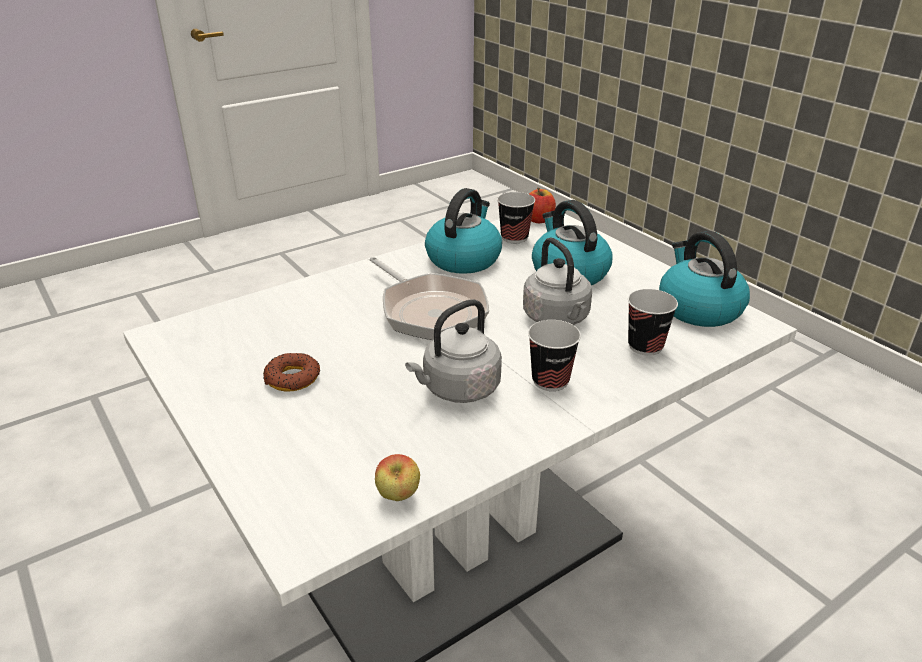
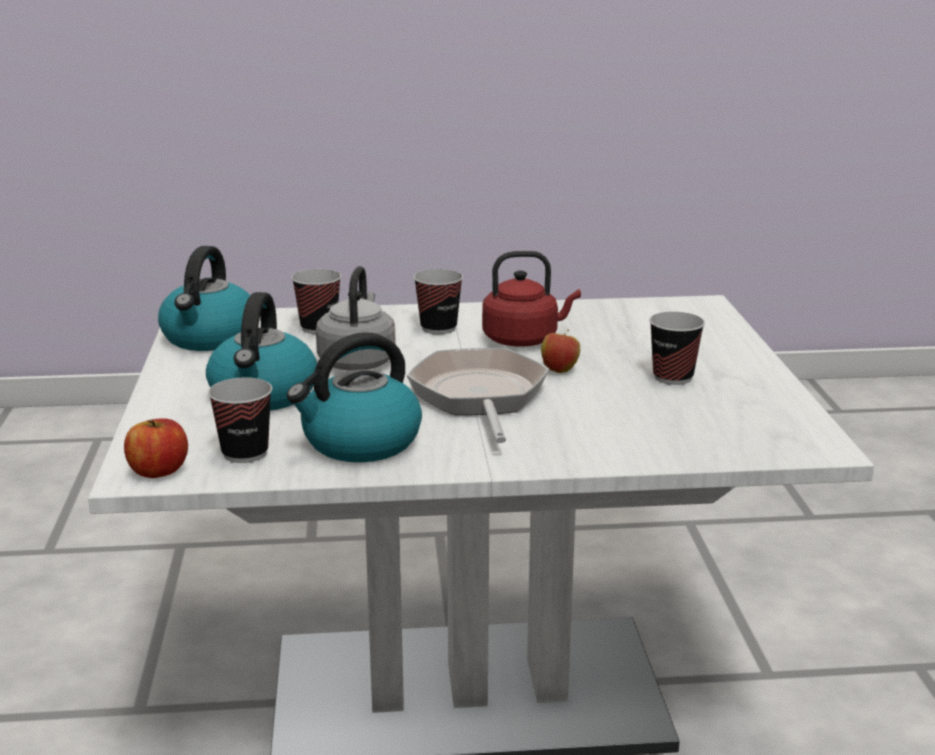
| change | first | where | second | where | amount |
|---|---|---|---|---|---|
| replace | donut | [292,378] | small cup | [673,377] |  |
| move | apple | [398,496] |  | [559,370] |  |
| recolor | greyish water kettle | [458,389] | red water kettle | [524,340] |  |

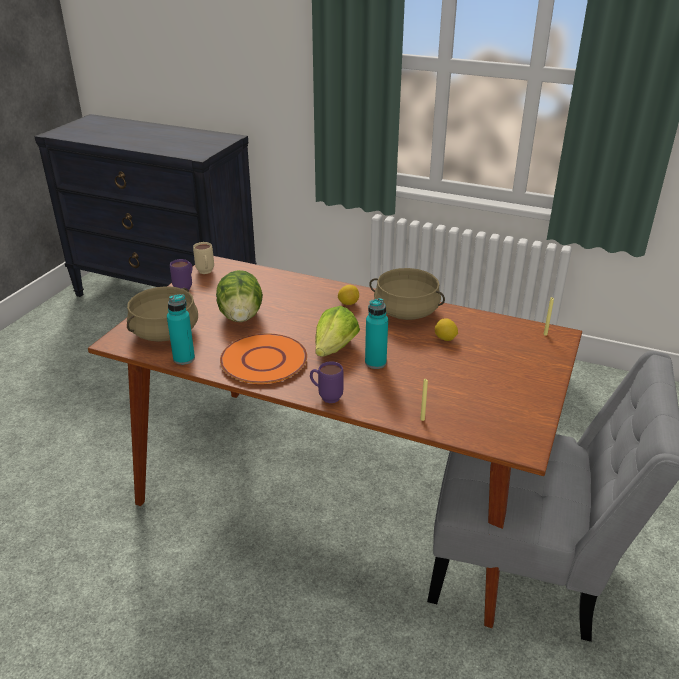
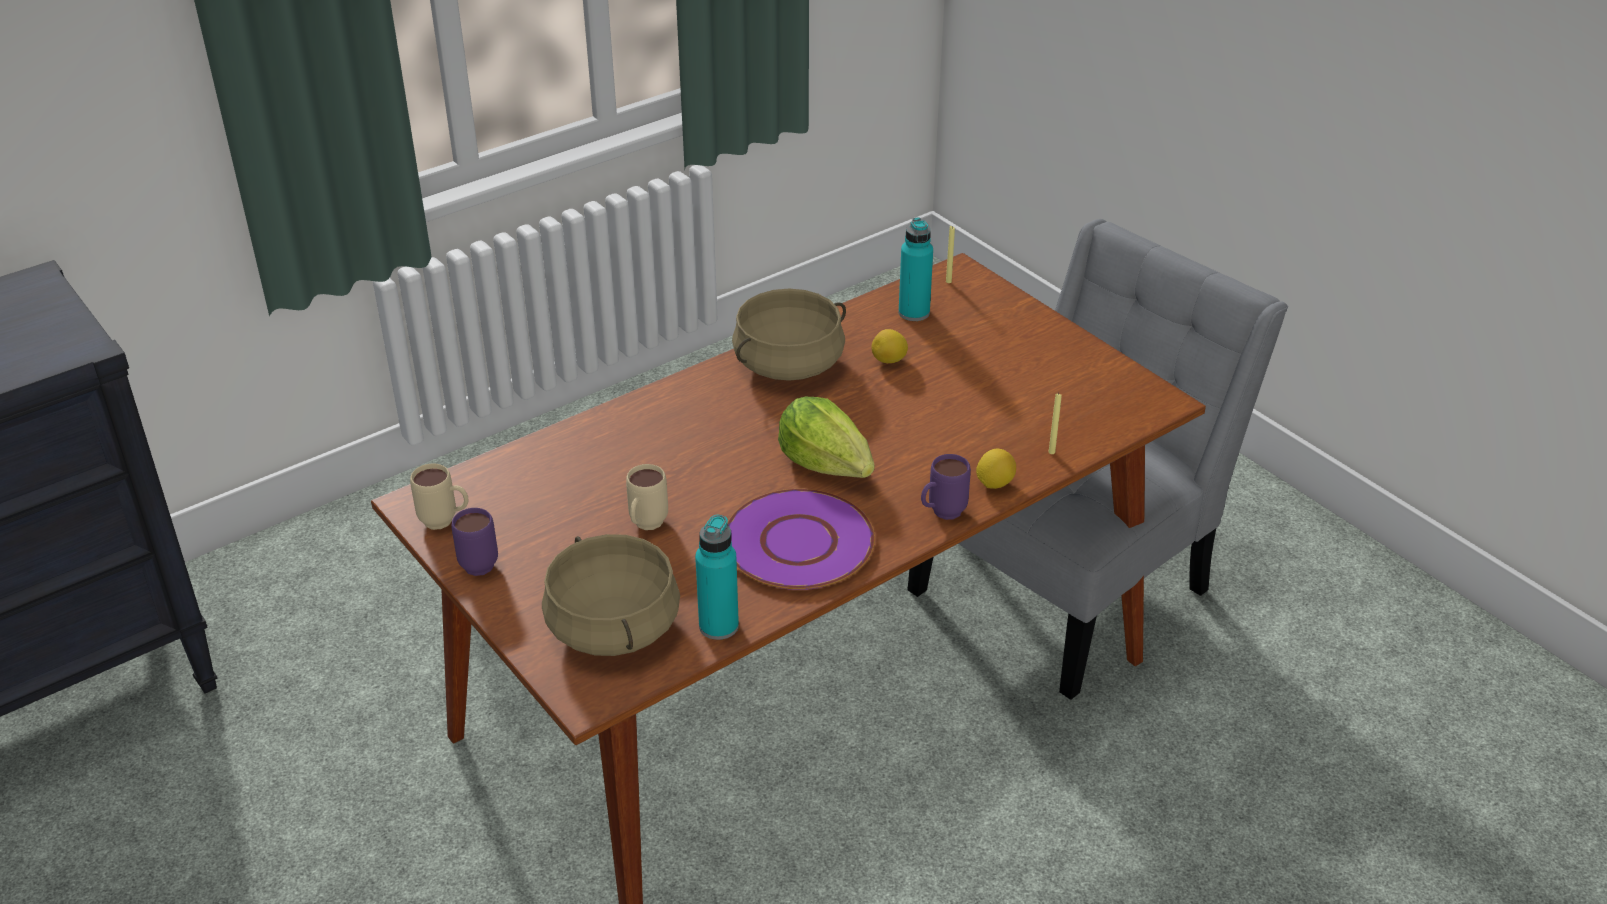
| change | first | where | second | where | amount |
|---|---|---|---|---|---|
| replace | lettuce | [241,317] | beige mug | [645,527] |  |
| recolor | orange flat dish | [263,360] | purple-coloured flat dish | [797,543] |  |
| move | lemon | [348,303] |  | [994,483] |  |
| move | turquoise drink bottle | [375,363] |  | [914,313] |  |

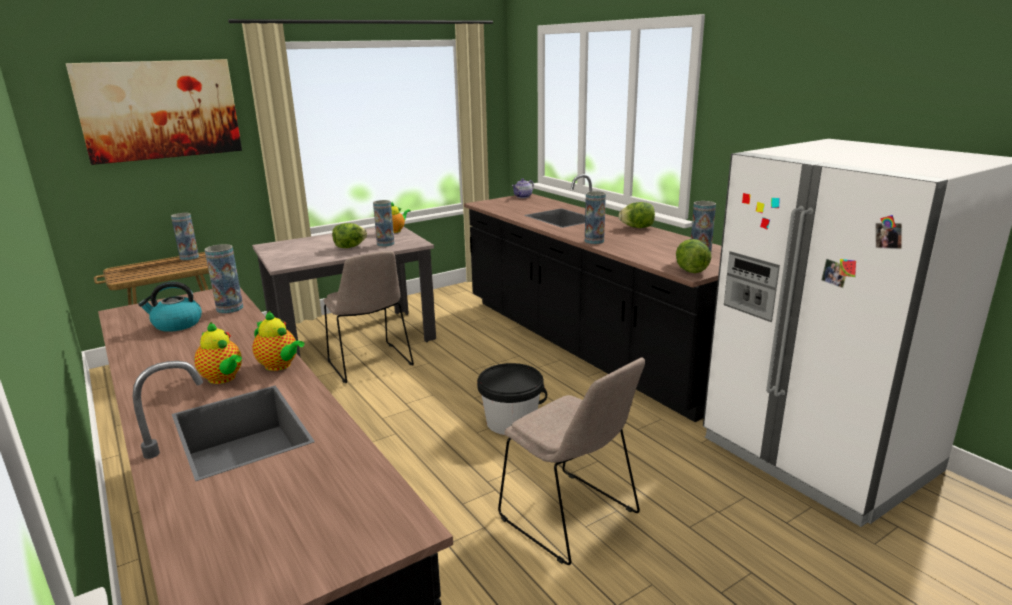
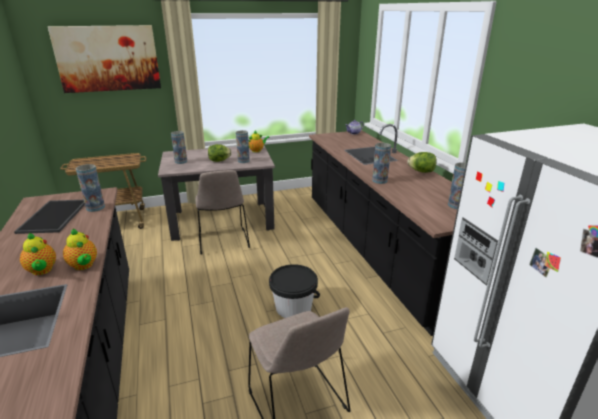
| change | first | where | second | where | amount |
|---|---|---|---|---|---|
| replace | water kettle | [176,324] | serving tray | [55,216] |  |
| move | vase | [189,257] |  | [181,161] |  |
| delete | lettuce | [690,270] |  |  |  |

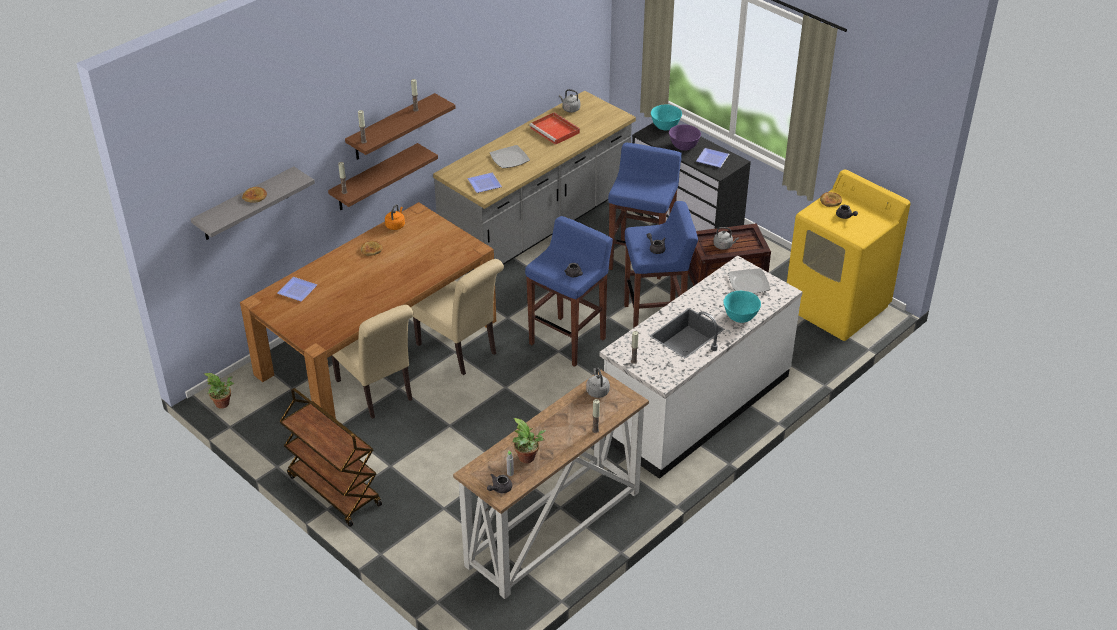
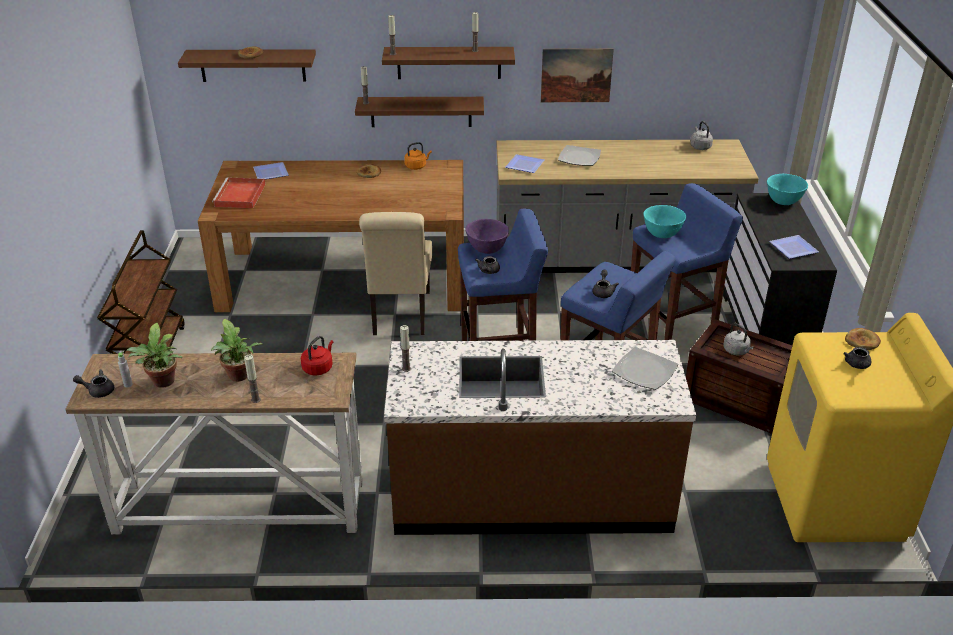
| change | first | where | second | where | amount |
|---|---|---|---|---|---|
| recolor | greyish shelf | [245,204] | brownish shelf | [252,65] |  |
| move | potted plant | [224,404] |  | [239,377] |  |
| delete | beige upright chair | [377,392] |  |  |  |
| move | red serving tray | [555,130] |  | [240,196] |  |
| recolor | greyish water kettle | [597,391] | red water kettle | [318,368] |  |
| recolor | white counter | [696,405] | brownish counter | [531,494] |  |
| move | purple-coloured serving bowl | [683,147] |  | [486,249] |  |
| move | turquoise serving bowl | [740,317] |  | [662,234] |  |
| insert |  |  | wall picture | [576,75] |  |

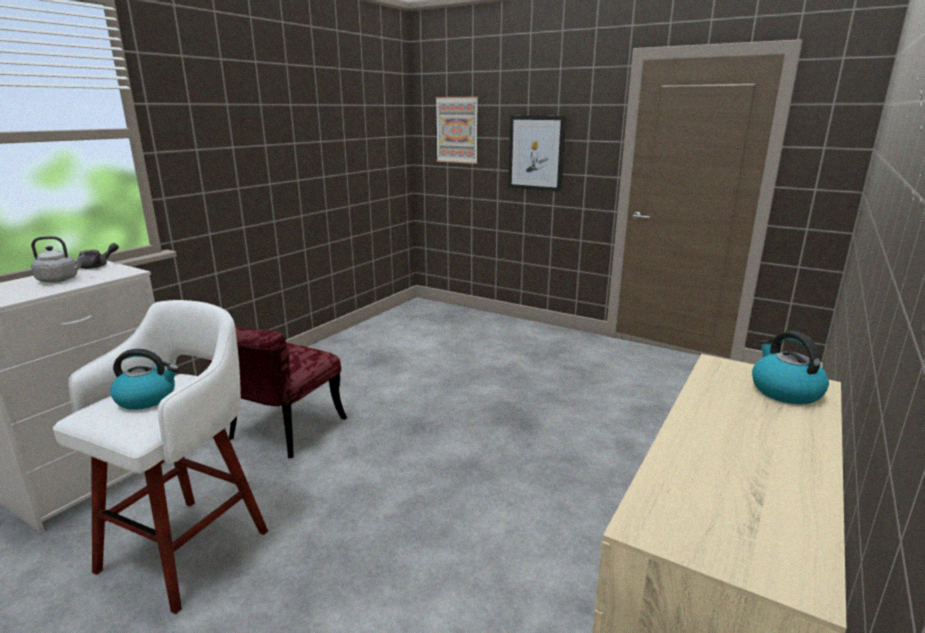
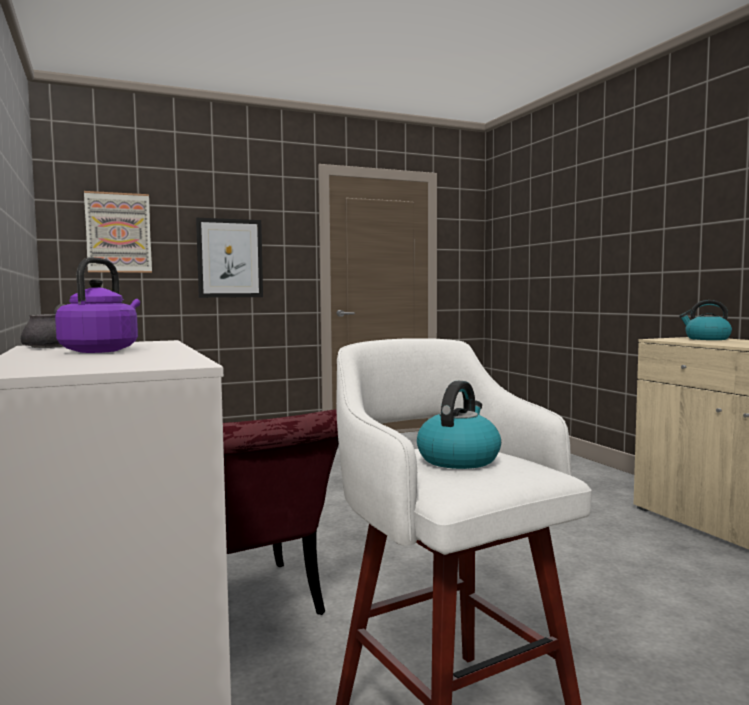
| change | first | where | second | where | amount |
|---|---|---|---|---|---|
| recolor | greyish water kettle | [60,280] | purple-coloured water kettle | [102,350] |  |

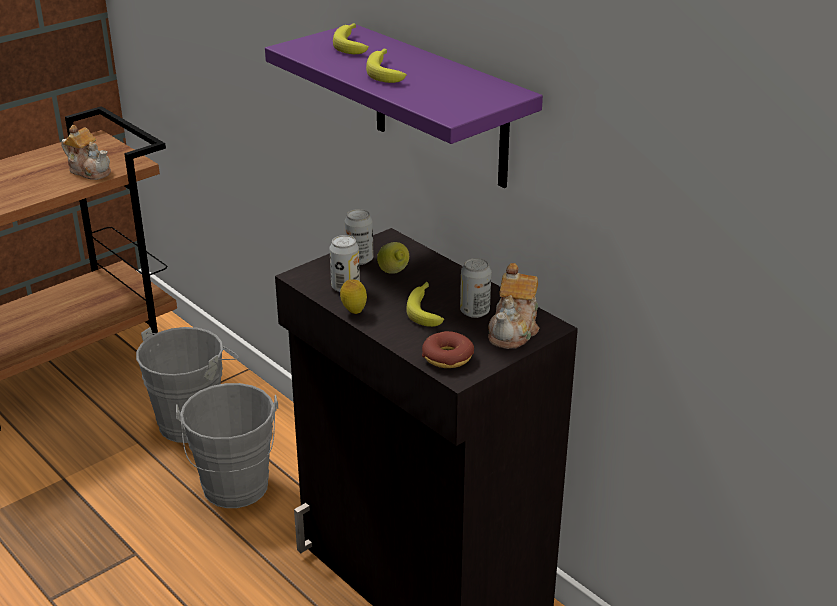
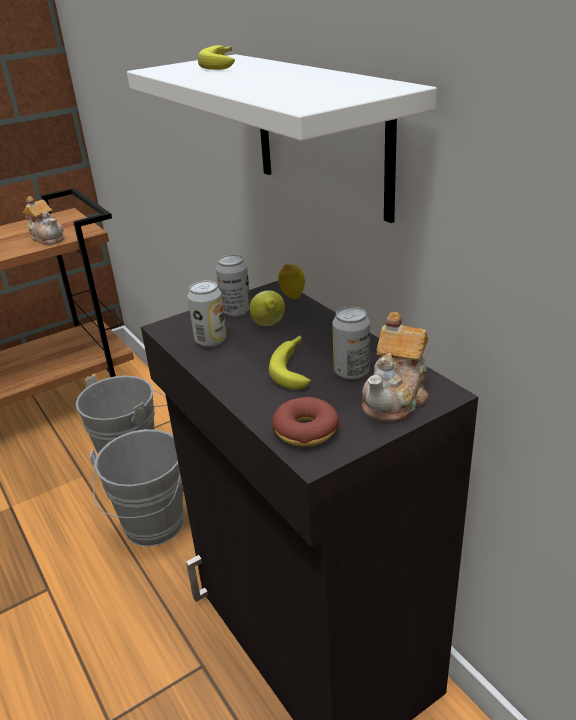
| change | first | where | second | where | amount |
|---|---|---|---|---|---|
| recolor | purple-coloured shelf | [440,107] | white shelf | [321,134] |  |
| move | lemon | [354,311] |  | [292,297] |  |
| delete | whole banana | [386,71] |  |  |  |

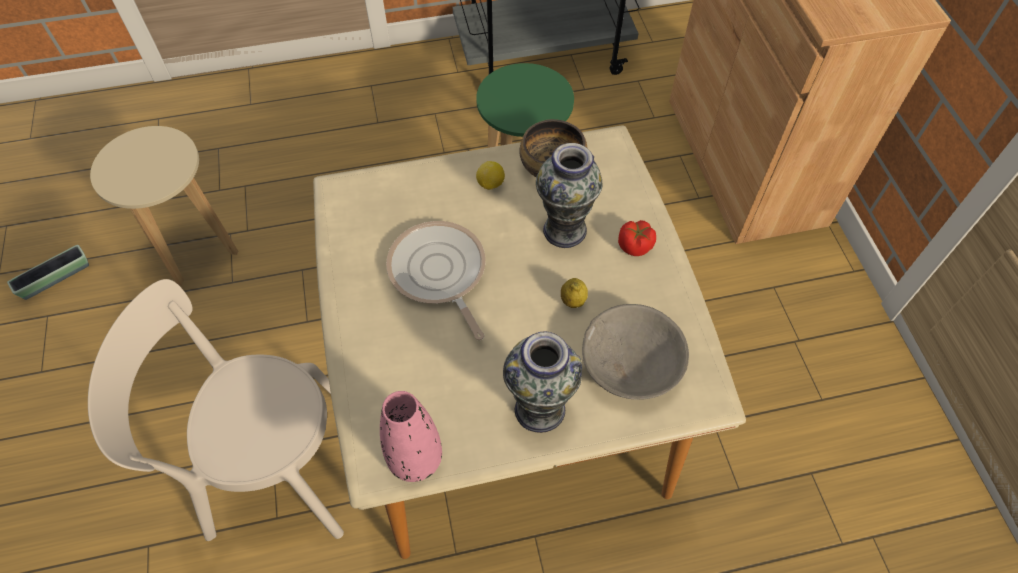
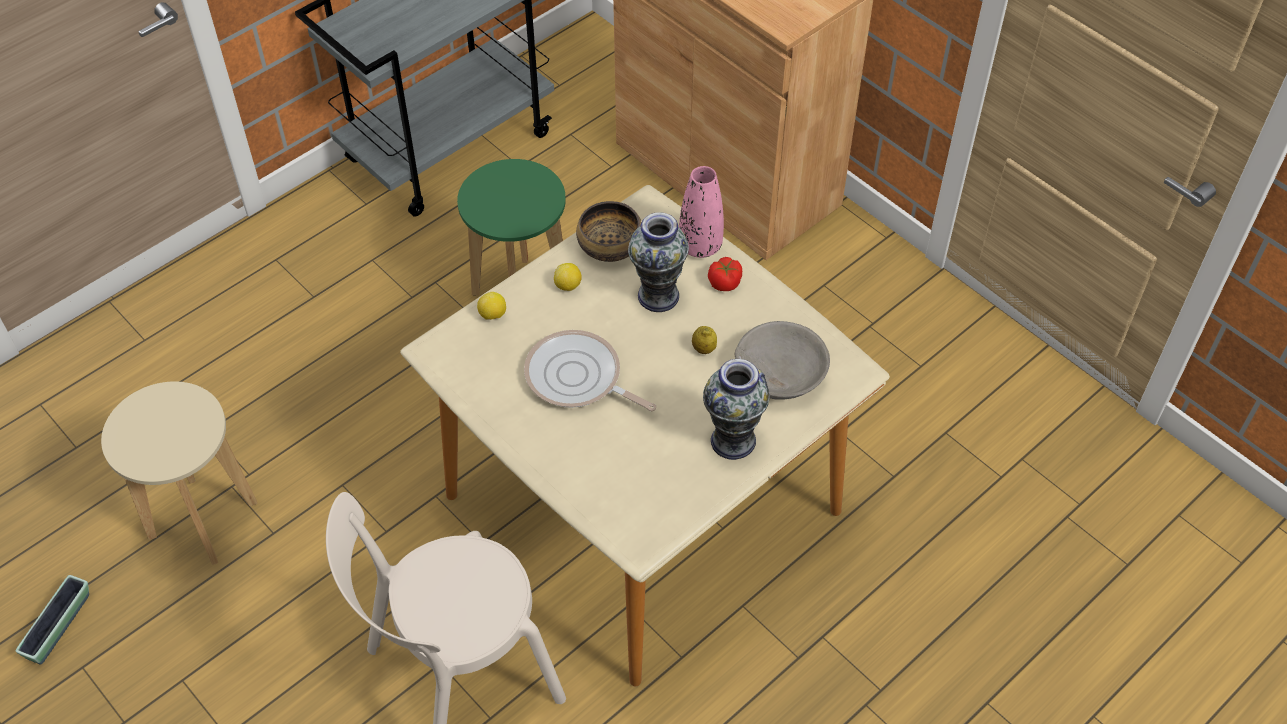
| change | first | where | second | where | amount |
|---|---|---|---|---|---|
| move | pink-coloured vase | [415,458] |  | [700,246] |  |
| insert |  |  | lemon | [492,315] |  |

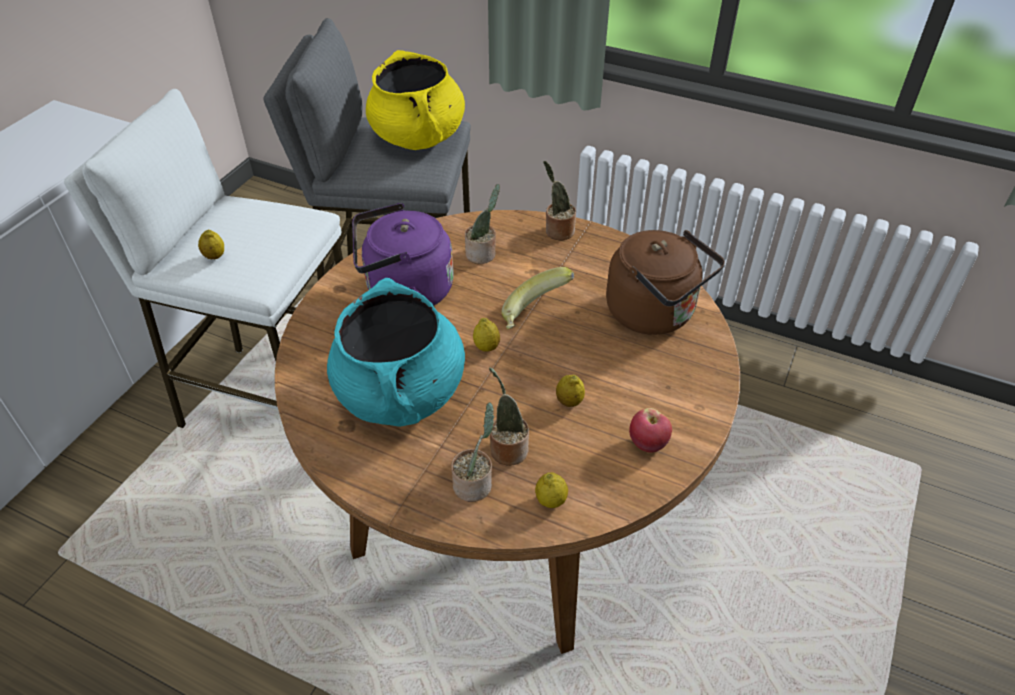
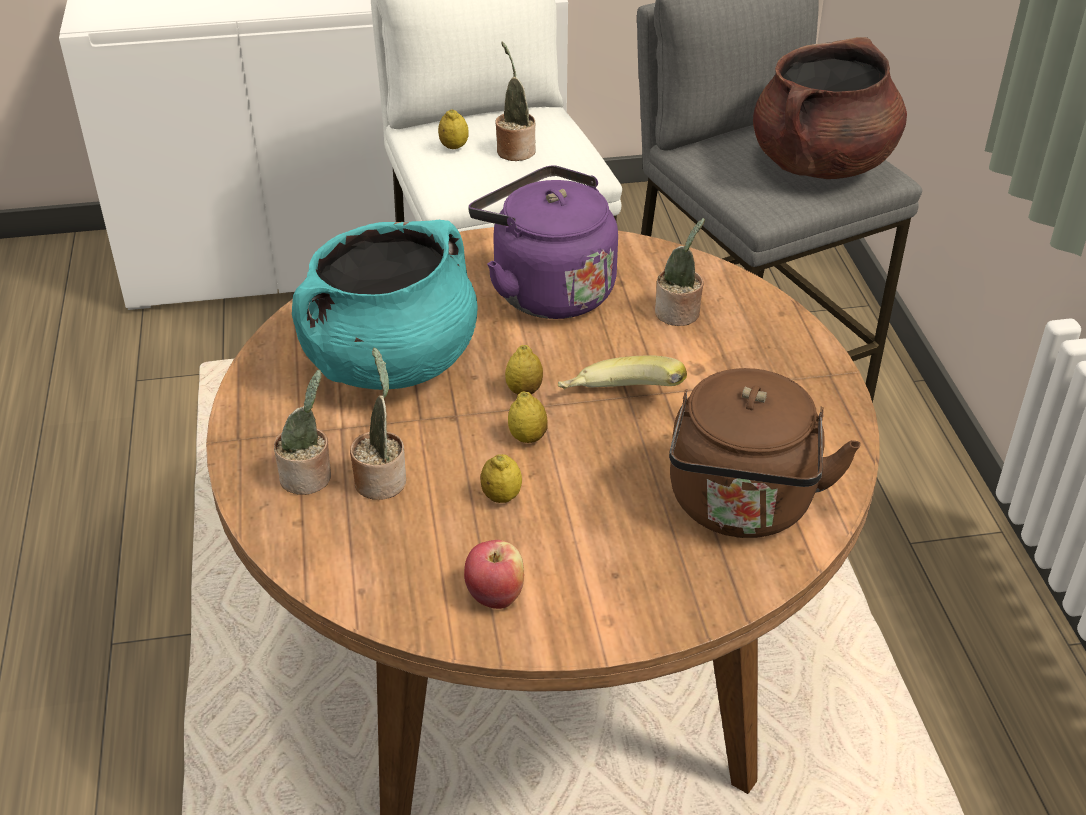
| change | first | where | second | where | amount |
|---|---|---|---|---|---|
| recolor | yellowish cooking pot | [418,137] | brownish cooking pot | [821,164] |  |
| move | lemon | [551,501] |  | [527,437] |  |
| move | potted plant | [557,231] |  | [514,150] |  |

